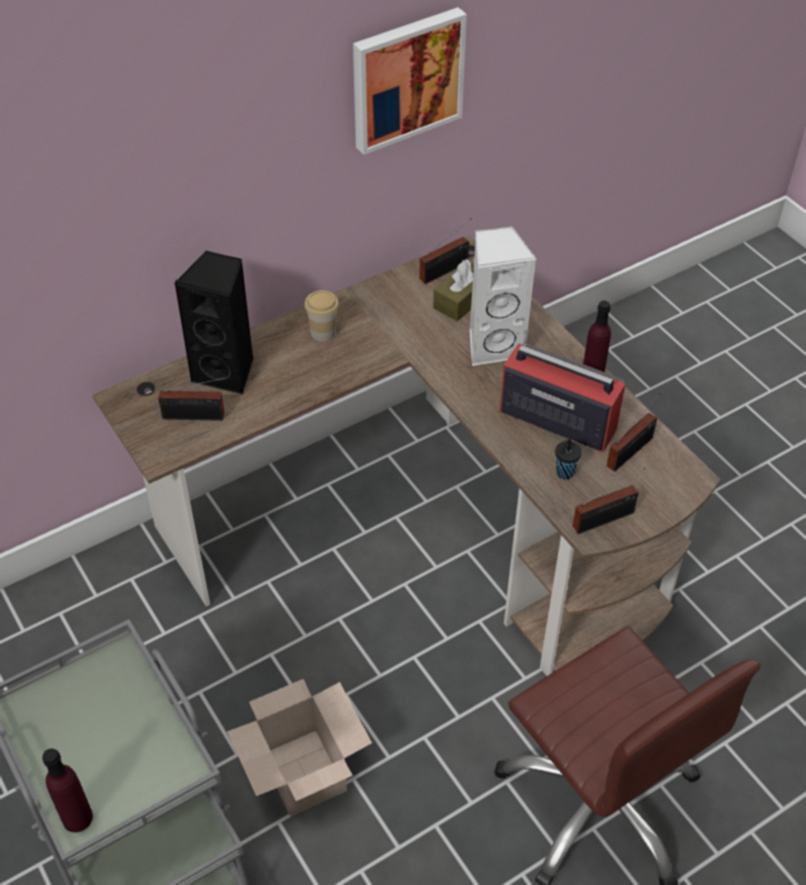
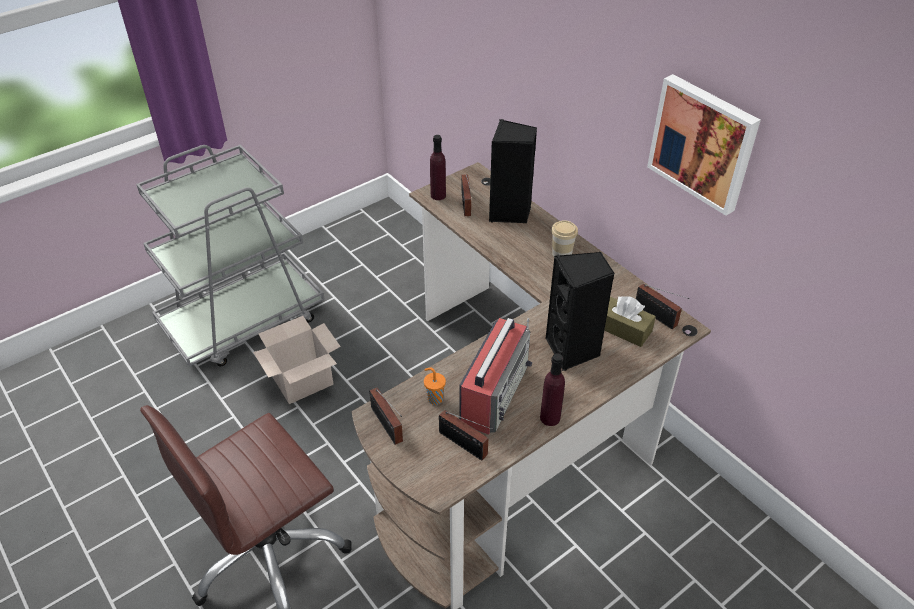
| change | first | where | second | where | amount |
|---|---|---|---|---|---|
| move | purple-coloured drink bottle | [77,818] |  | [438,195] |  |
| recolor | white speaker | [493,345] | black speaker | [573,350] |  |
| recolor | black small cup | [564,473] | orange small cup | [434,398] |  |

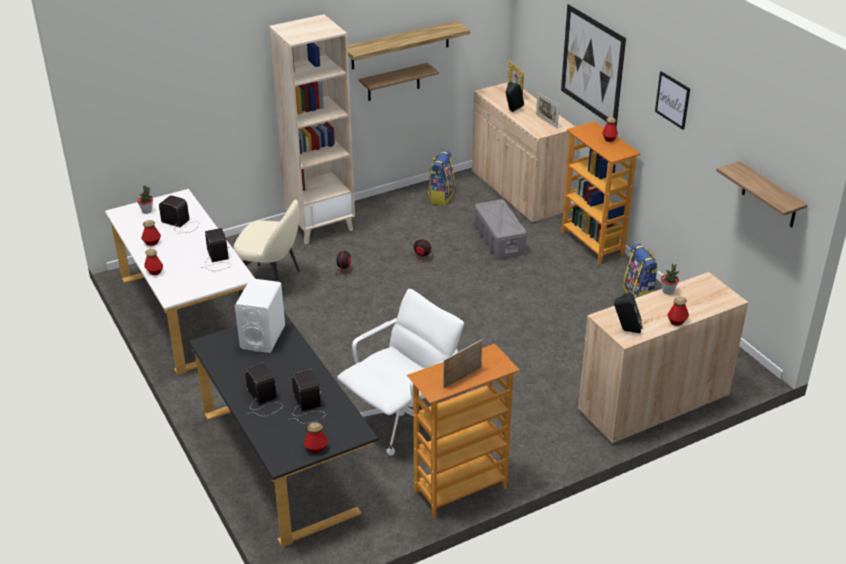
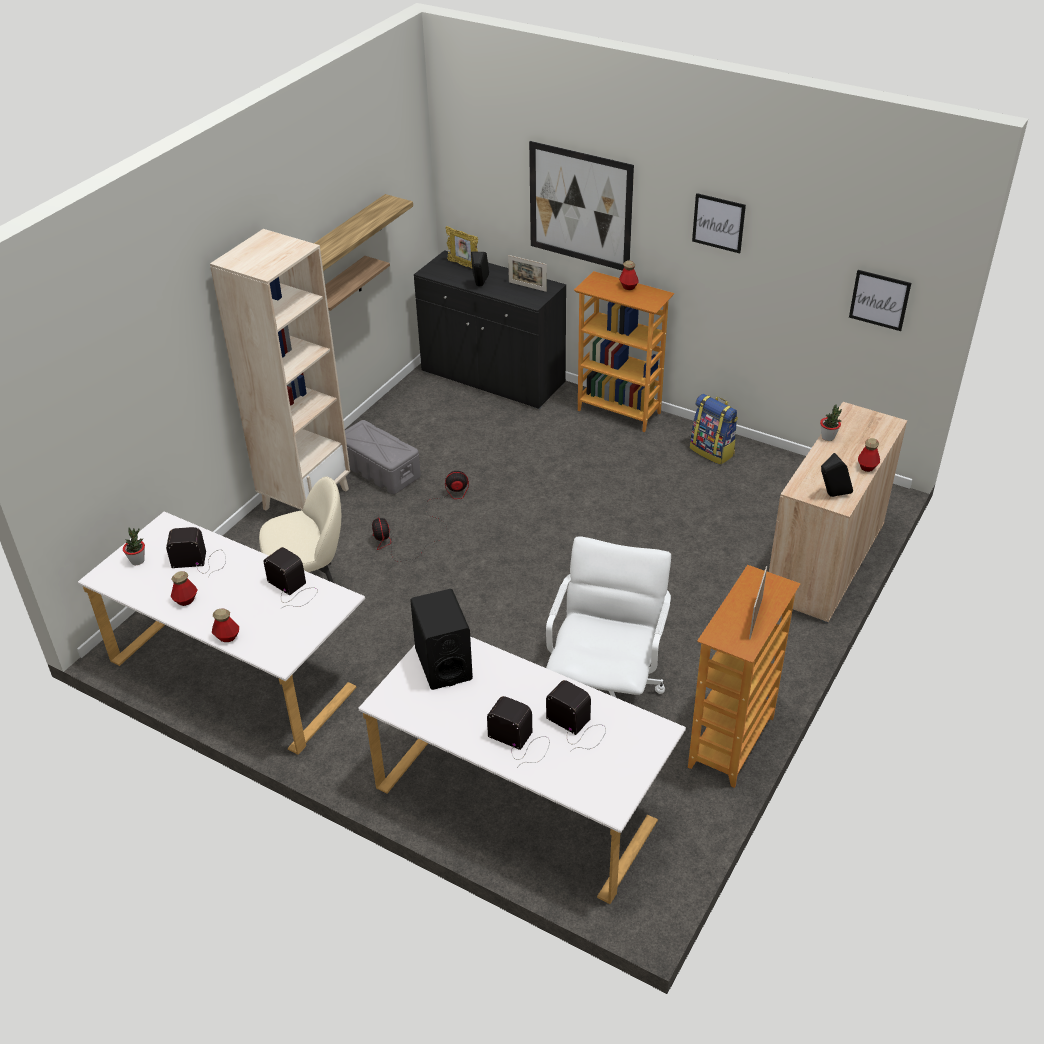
| change | first | where | second | where | amount |
|---|---|---|---|---|---|
| recolor | black desk | [285,461] | white desk | [521,800] |  |
| recolor | white speaker | [263,337] | black speaker | [443,664] |  |
| delete | drink bottle | [316,448] |  |  |  |
| delete | backpack | [440,197] |  |  |  |
| recolor | beige cabinet | [519,192] | black cabinet | [492,378] |  |
| move | greyish storage container | [499,240] |  | [379,469] |  |
| replace | shelf | [769,196] | wall picture | [879,300] |  |

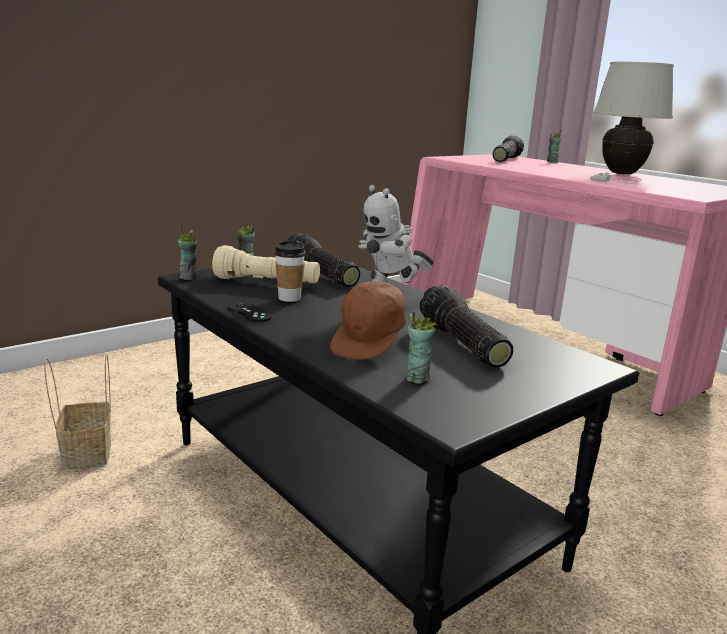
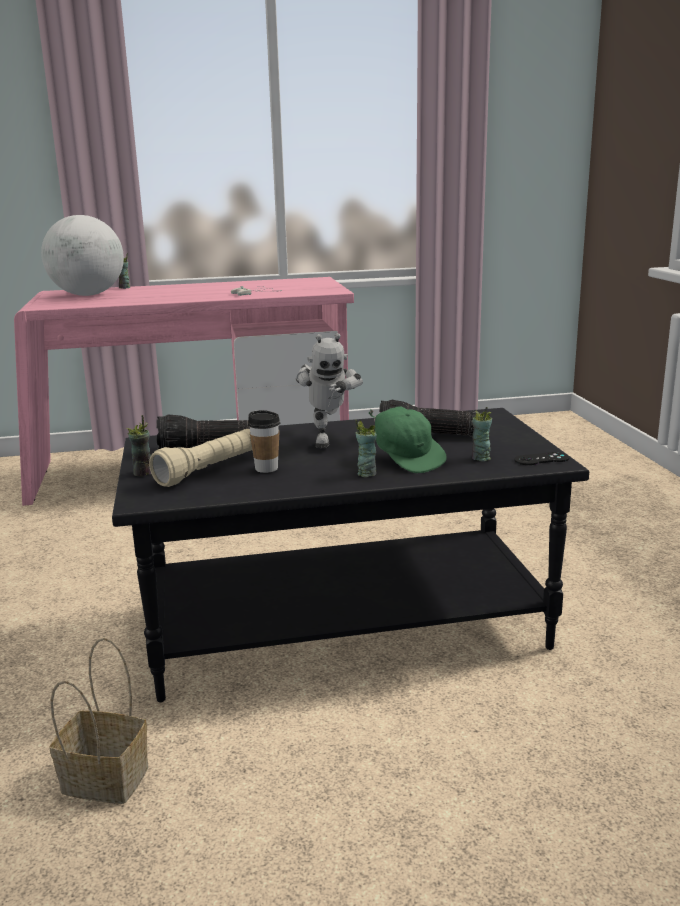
| change | first | where | second | where | amount |
|---|---|---|---|---|---|
| move | small cup | [189,277] |  | [366,473] |  |
| move | black game controller | [249,312] |  | [541,459] |  |
| recolor | brownish peaked cap | [371,344] | green peaked cap | [407,459] |  |
| replace | torch | [505,159] | desk globe | [88,295] |  |
| delete | white table lamp | [621,174] |  |  |  |

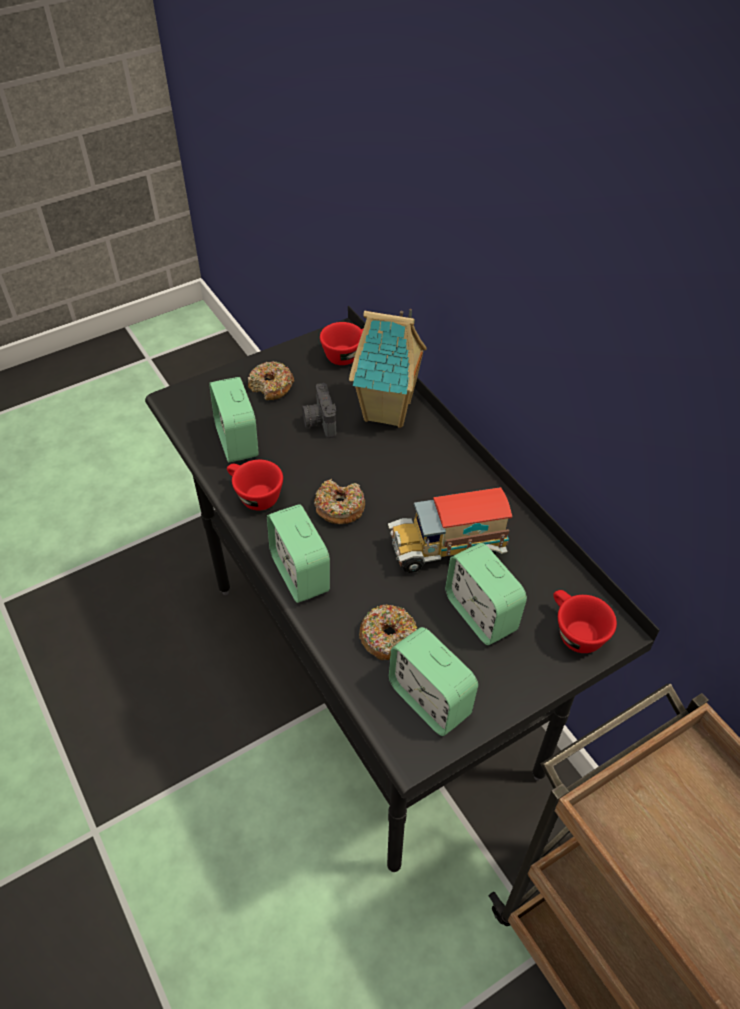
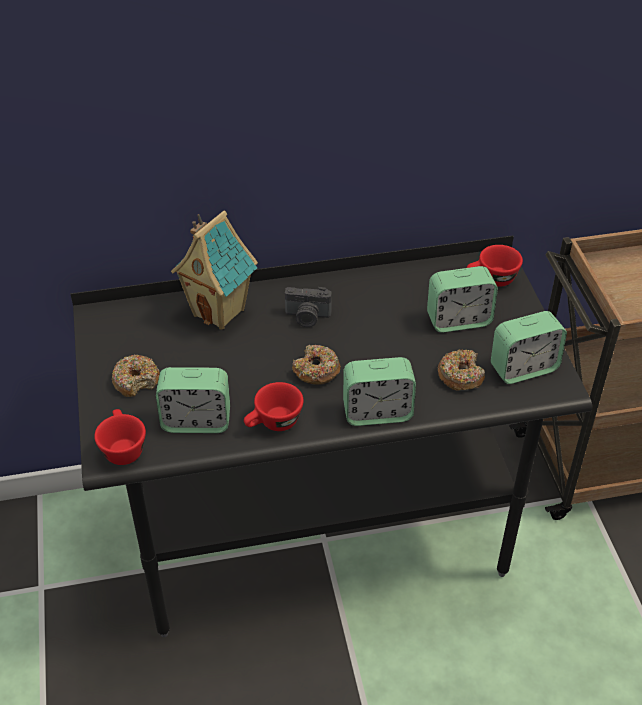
| change | first | where | second | where | amount |
|---|---|---|---|---|---|
| move | photo camera | [319,422] |  | [307,317] |  |
| move | red small cup | [347,354] |  | [122,448] |  |
| delete | toy lorry | [446,549] |  |  |  |

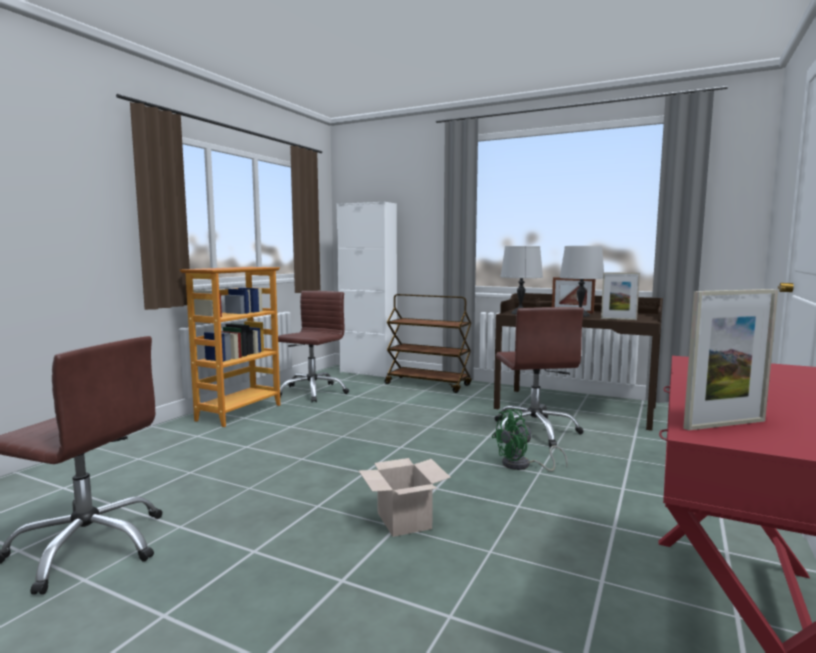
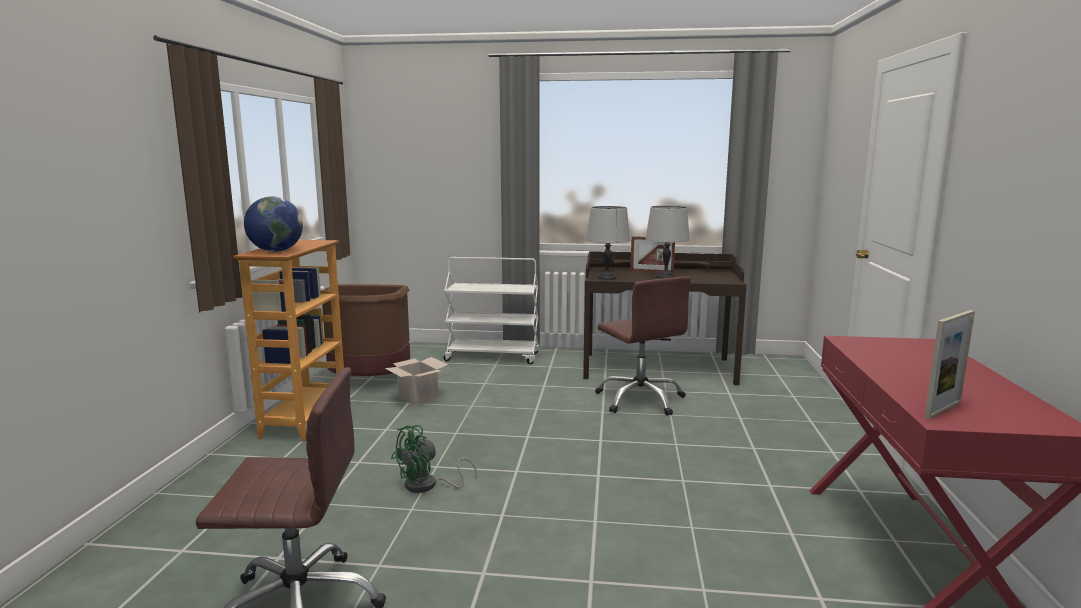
| change | first | where | second | where | amount |
|---|---|---|---|---|---|
| replace | brownish computer chair | [312,392] | brownish waste bin | [369,382] |  |
| delete | white cabinet | [368,372] |  |  |  |
| move | carton | [402,520] |  | [417,397] |  |
| recolor | brownish cart | [428,384] | white cart | [493,357] |  |
| move | green fan | [522,466] |  | [428,486] |  |
| delete | standing frame | [618,319] |  |  |  |
| insert |  |  | desk globe | [276,251] |  |

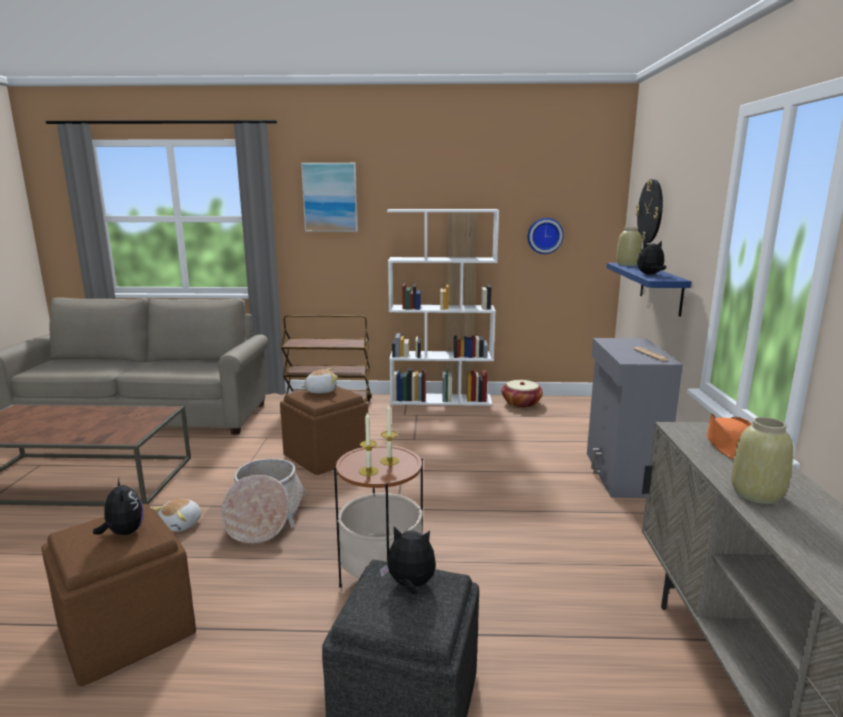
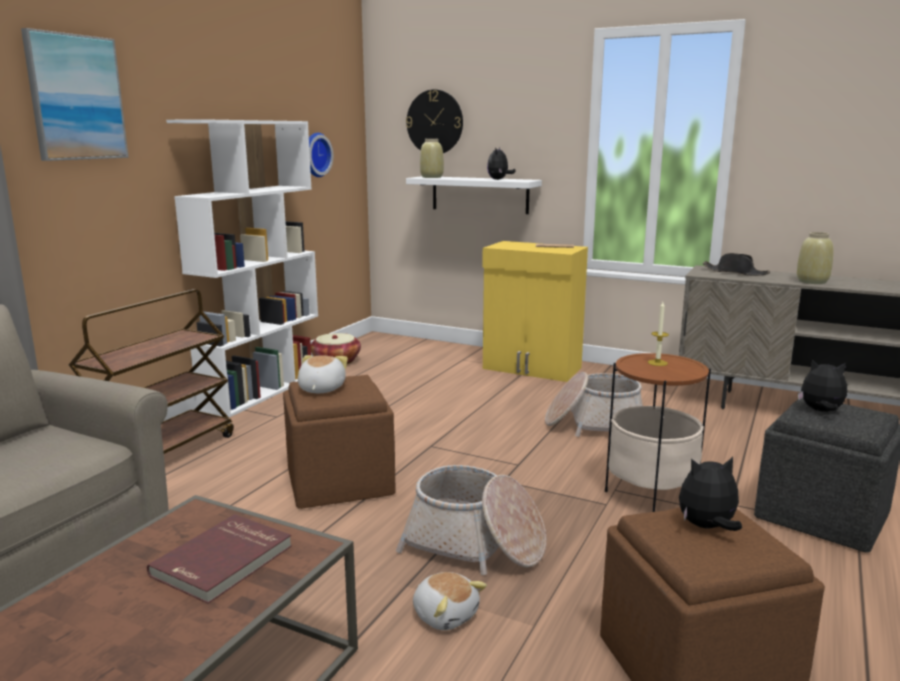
| change | first | where | second | where | amount |
|---|---|---|---|---|---|
| delete | wax candle | [368,471] |  |  |  |
| rotate | soft toy | [410,585] |  | [821,411] | 75 degrees clockwise |
| recolor | greyish cabinet | [621,474] | yellowish cabinet | [532,369] |  |
| recolor | bluish shelf | [661,288] | white shelf | [480,194] |  |
| recolor | orange clothing hat | [727,444] | black clothing hat | [735,272] |  |
| insert |  |  | red volume | [224,561] |  |
| insert |  |  | household basket | [594,424] |  |

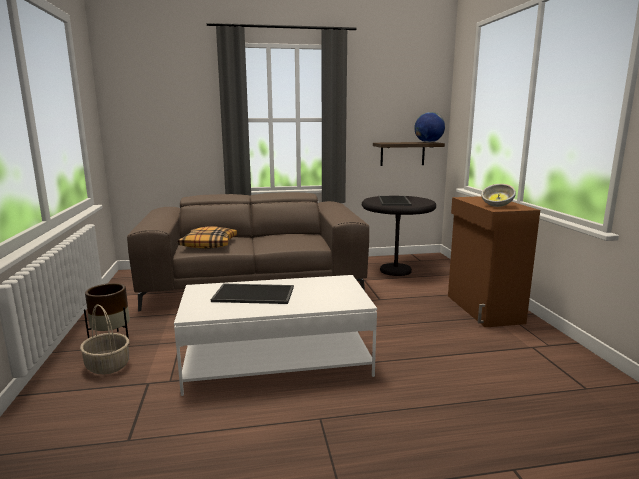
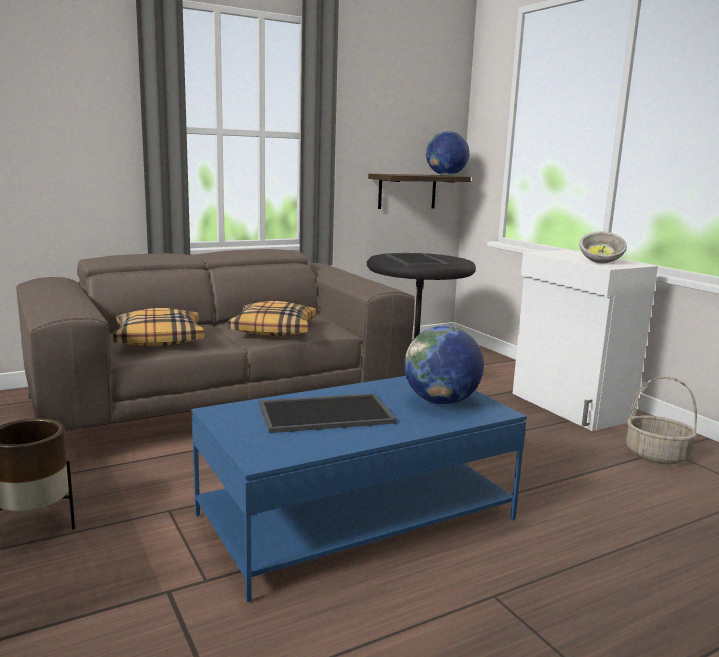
| change | first | where | second | where | amount |
|---|---|---|---|---|---|
| move | household basket | [107,365] |  | [656,455] |  |
| recolor | white coffee table | [277,360] | bluish coffee table | [357,517] |  |
| recolor | brownish cabinet | [483,309] | white cabinet | [569,407] |  |
| insert |  |  | cushion | [274,330] |  |
| insert |  |  | desk globe | [441,401] |  |

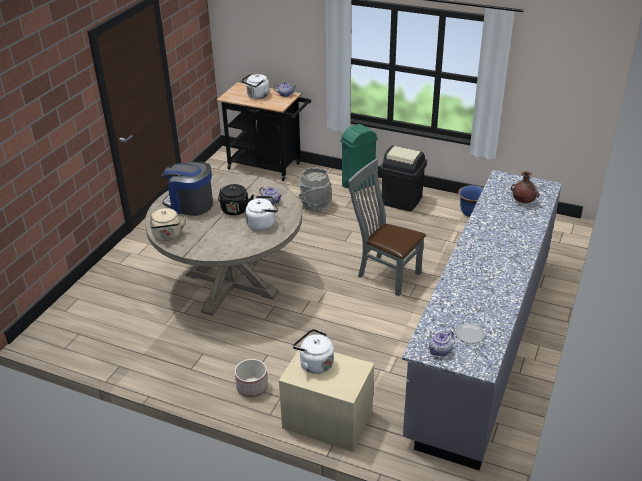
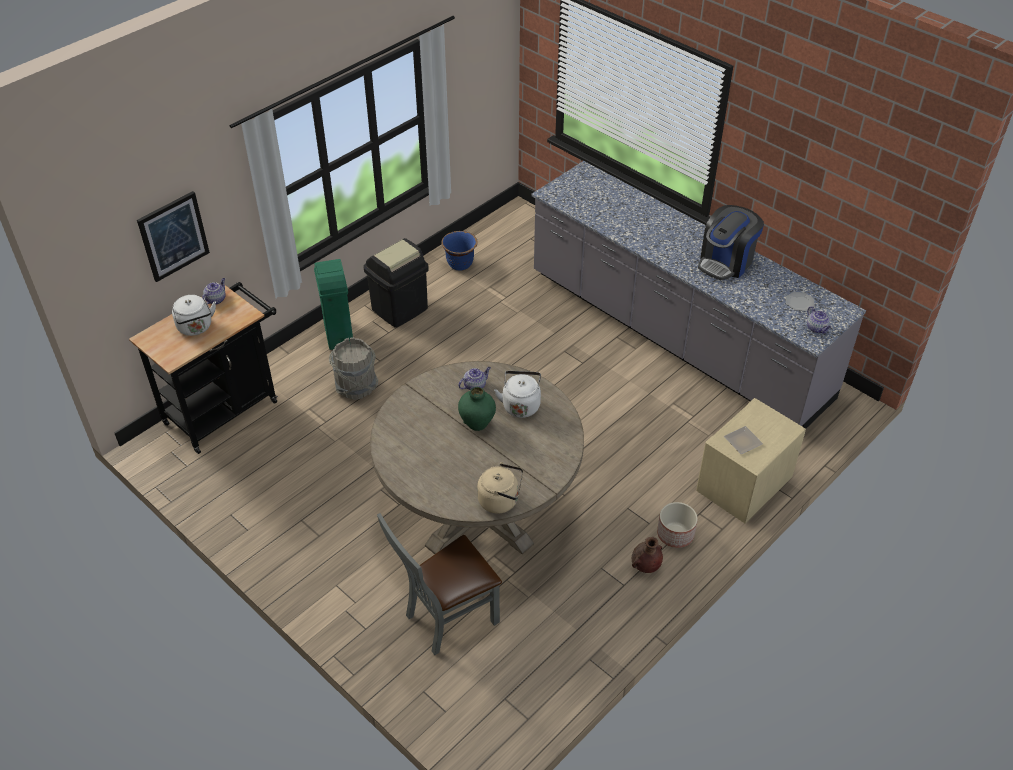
| change | first | where | second | where | amount |
|---|---|---|---|---|---|
| move | coffee brewer | [190,204] |  | [726,262] |  |
| replace | black water kettle | [235,211] | green vase | [477,423] |  |
| replace | white water kettle | [314,363] | flat dish | [741,441] |  |
| move | greyish upright chair | [385,274] |  | [446,619] |  |
| move | brownish vase | [523,202] |  | [645,566] |  |
| insert |  |  | wall picture | [173,236] |  |

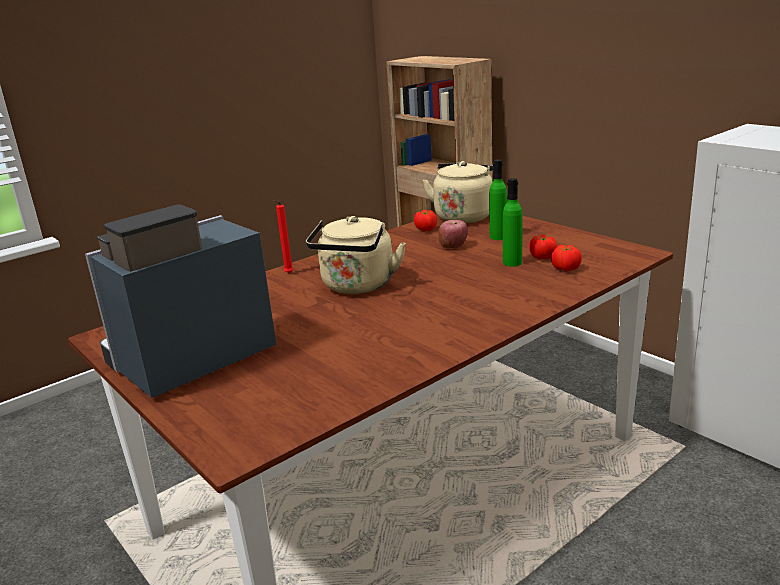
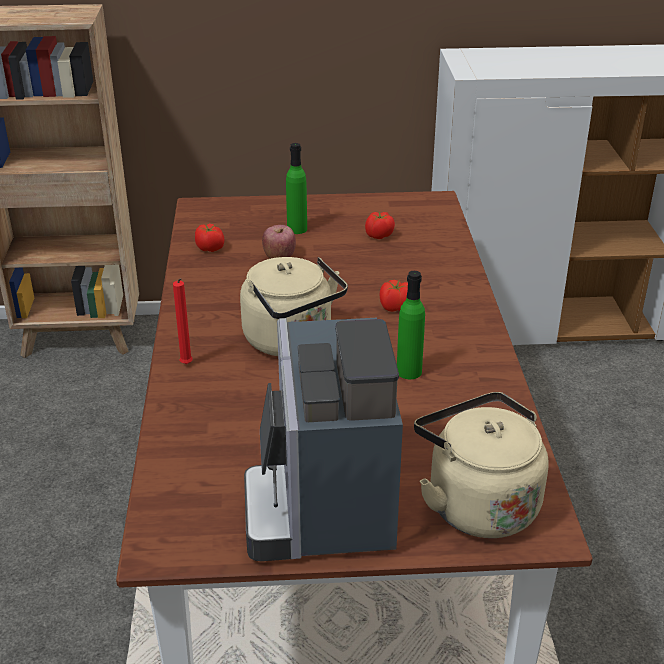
| change | first | where | second | where | amount |
|---|---|---|---|---|---|
| move | beige water kettle | [464,216] |  | [477,503] |  |
| move | green drink bottle | [512,262] |  | [409,371] |  |
| move | tomato | [566,269] |  | [396,308] |  |

